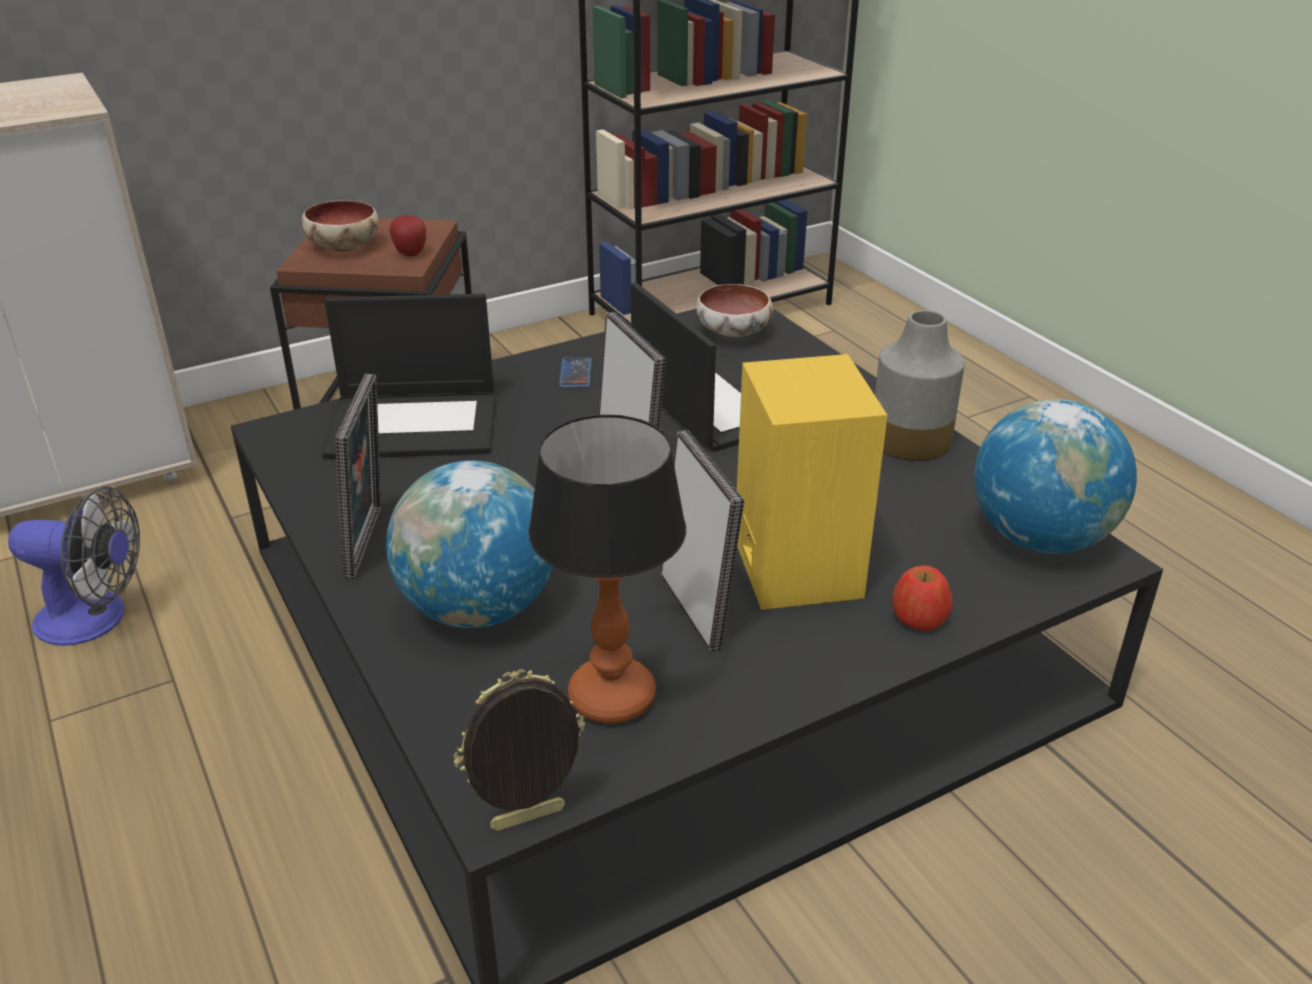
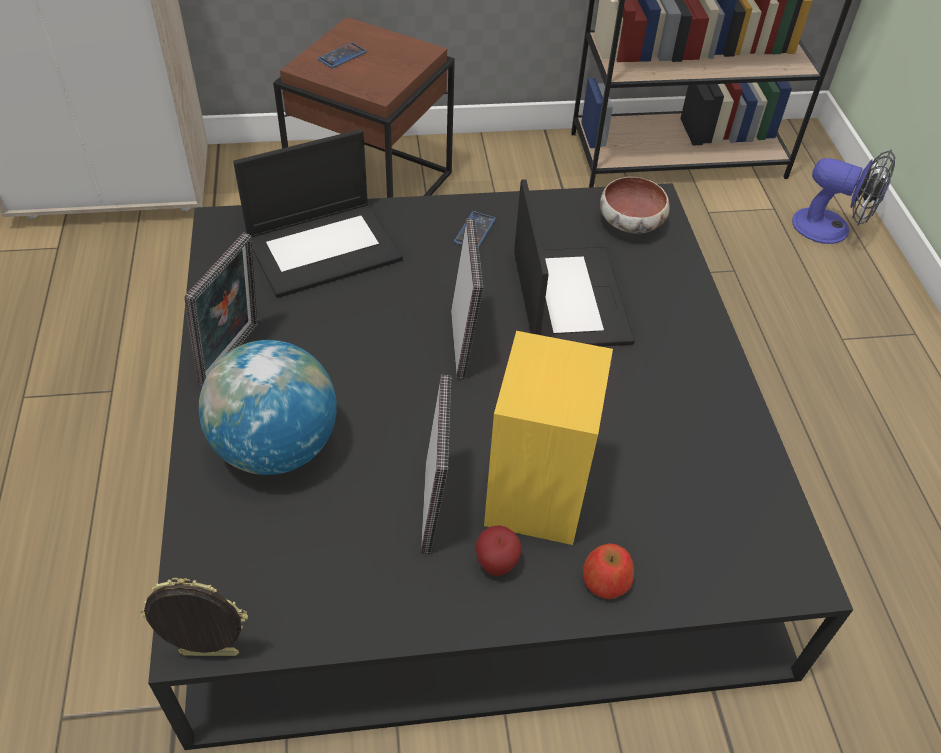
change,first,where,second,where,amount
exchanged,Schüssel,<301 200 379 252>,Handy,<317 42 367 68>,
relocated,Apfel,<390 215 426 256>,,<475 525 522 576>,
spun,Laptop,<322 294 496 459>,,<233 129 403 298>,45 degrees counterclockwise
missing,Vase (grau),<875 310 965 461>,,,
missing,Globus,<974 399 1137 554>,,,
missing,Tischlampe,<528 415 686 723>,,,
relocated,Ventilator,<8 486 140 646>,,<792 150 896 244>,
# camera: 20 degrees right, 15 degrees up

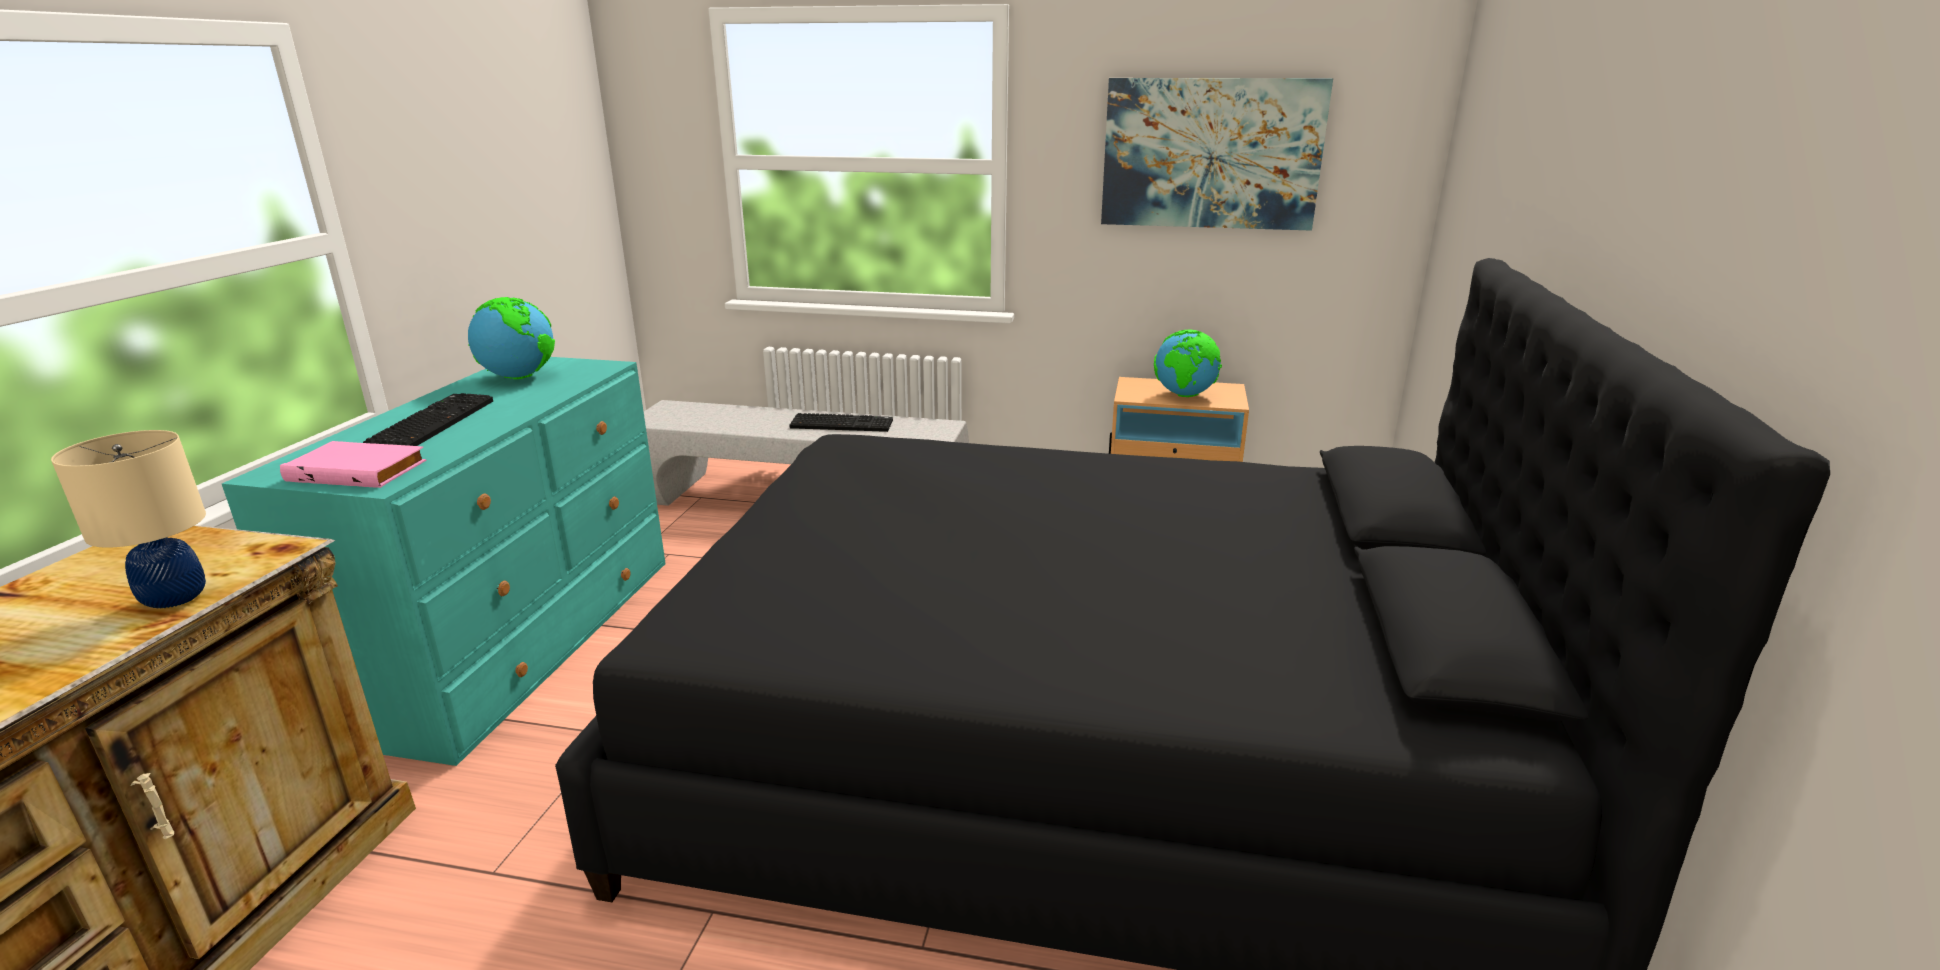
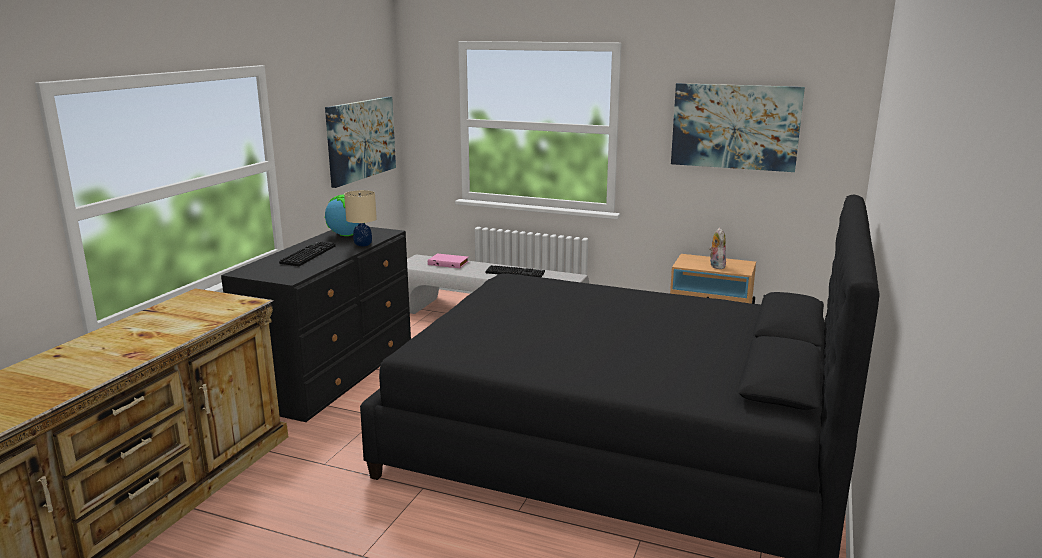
change,first,where,second,where,amount
exchanged,Globus,<1154 330 1222 397>,Plüschtier,<709 228 726 269>,
colour,Kommode (türkis),<222 357 666 766>,Kommode (schwarz),<221 227 411 422>,
relocated,Tischlampe (beige),<51 430 206 608>,,<344 190 377 246>,
relocated,Buch (rosa),<280 441 427 488>,,<428 253 469 268>,
appeared,,,Bild,<325 97 396 188>,
# camera: 10 degrees right, 5 degrees down

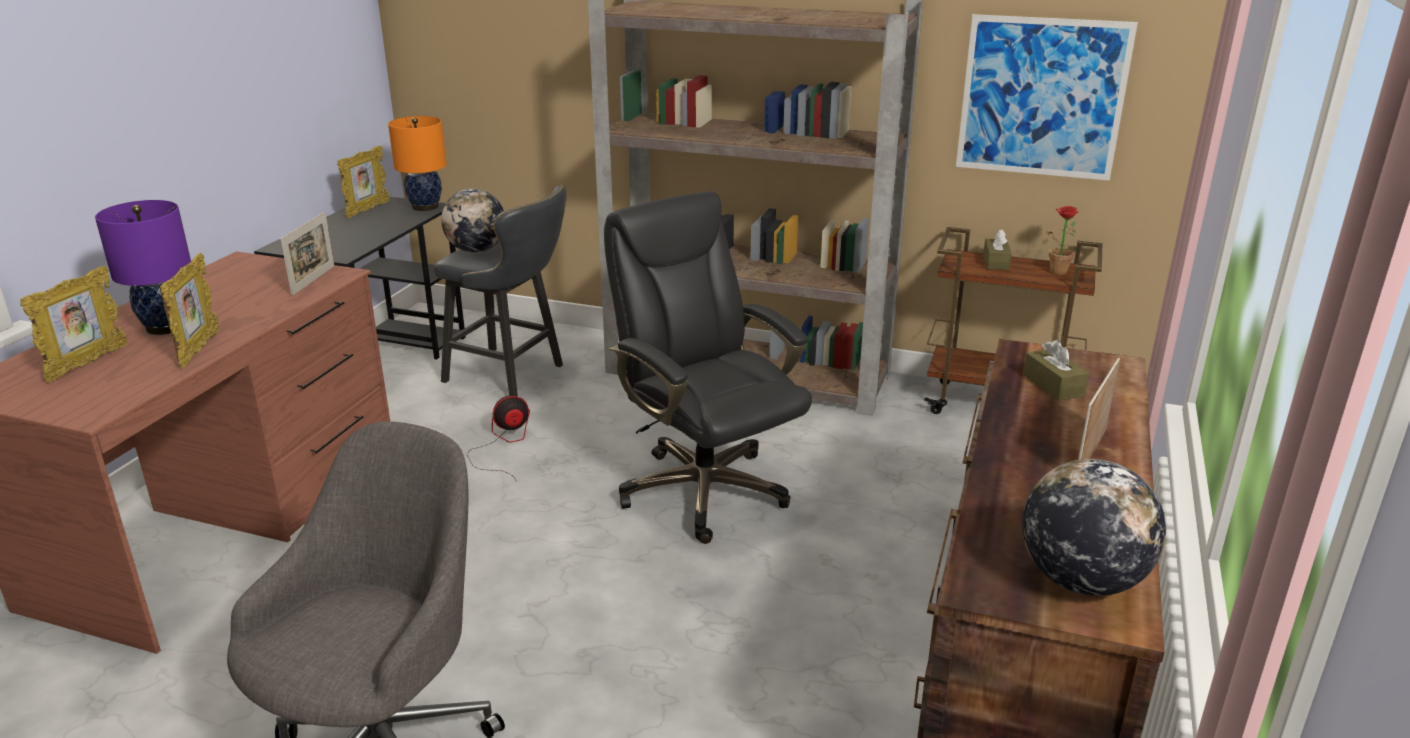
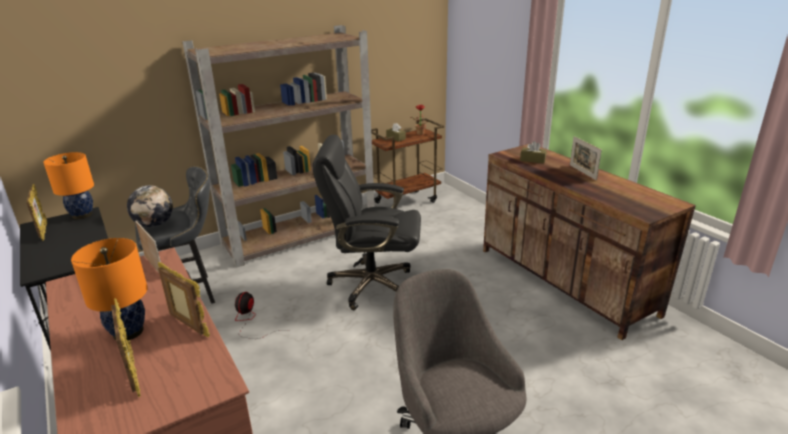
change,first,where,second,where,amount
missing,Bild,<956 14 1138 181>,,,
colour,Tischlampe (lila),<95 200 191 335>,Tischlampe (orange),<71 238 148 340>,
missing,Globus,<1022 459 1166 596>,,,
# camera: 50 degrees left, 0 degrees up

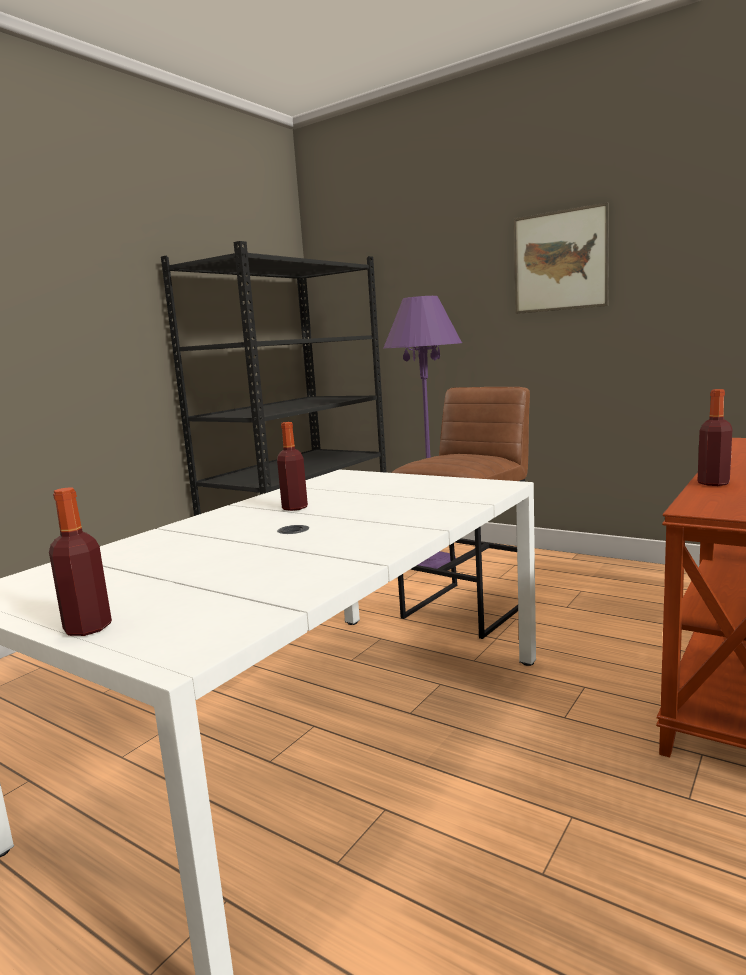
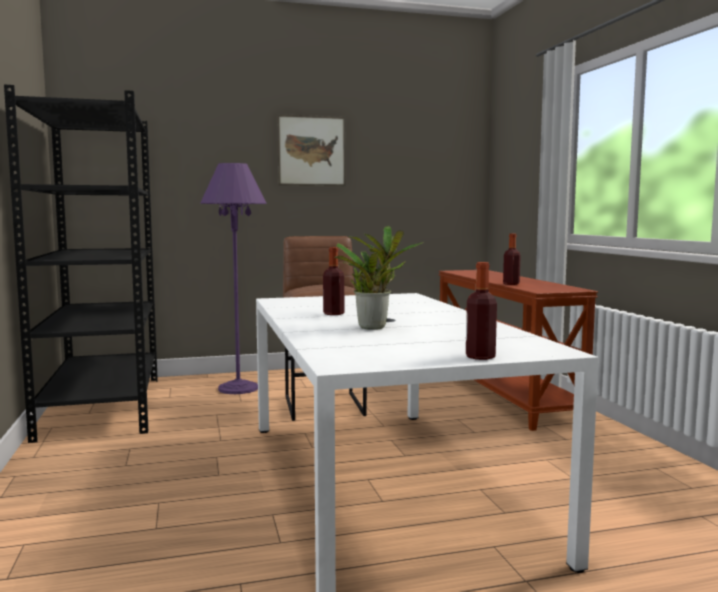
change,first,where,second,where,amount
appeared,,,Topfpflanze,<334 226 424 330>,
# camera: 50 degrees left, 5 degrees down

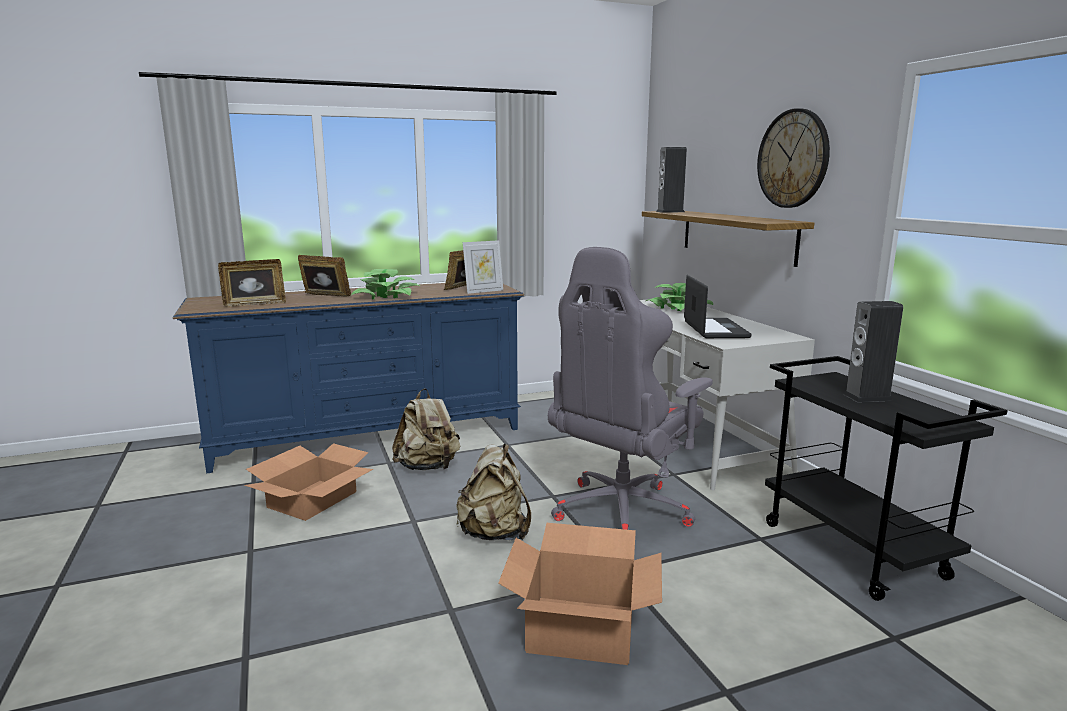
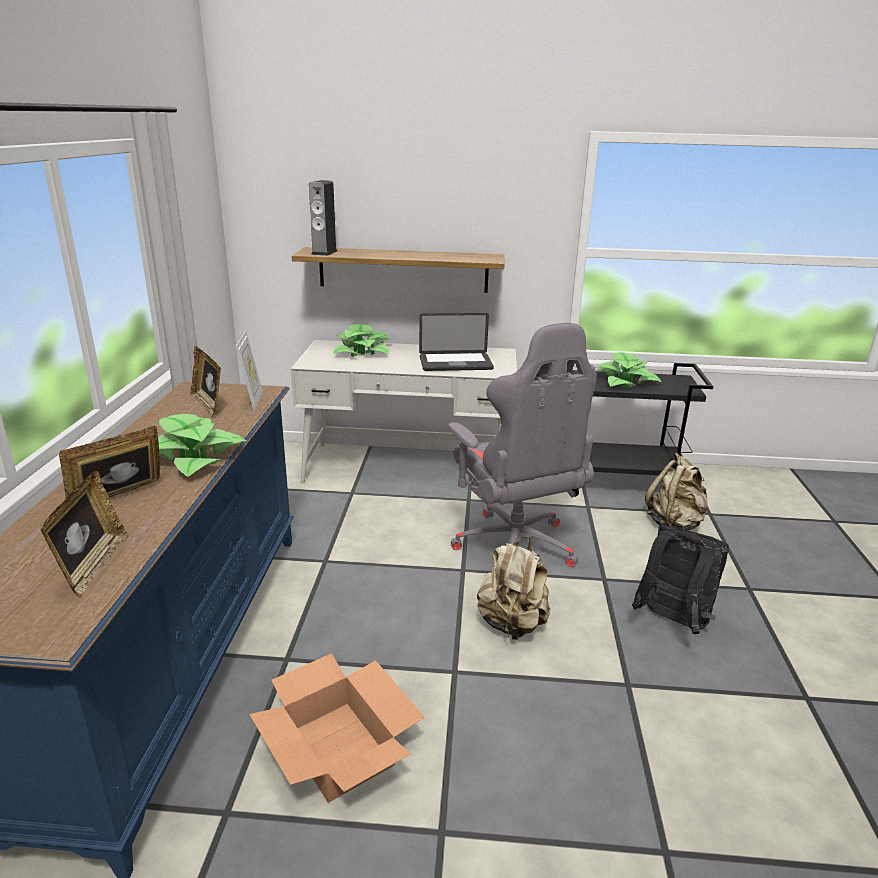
change,first,where,second,where,amount
missing,Wanduhr,<757 108 830 208>,,,
spun,Laptop,<684 275 752 338>,,<419 313 494 371>,150 degrees clockwise
exchanged,Lautsprecher,<843 301 903 402>,Topfpflanze,<597 353 661 388>,
relocated,Rucksack (beige),<392 388 460 470>,,<645 453 708 530>,
exchanged,Karton,<498 523 662 665>,Rucksack (schwarz),<632 525 729 634>,
# camera: 65 degrees left, 10 degrees up

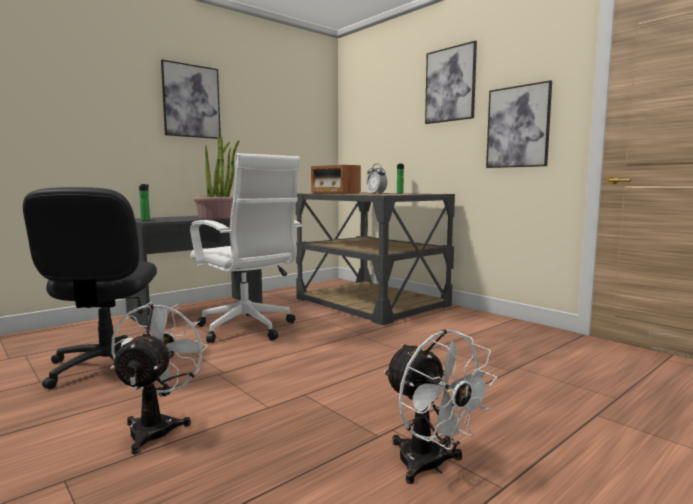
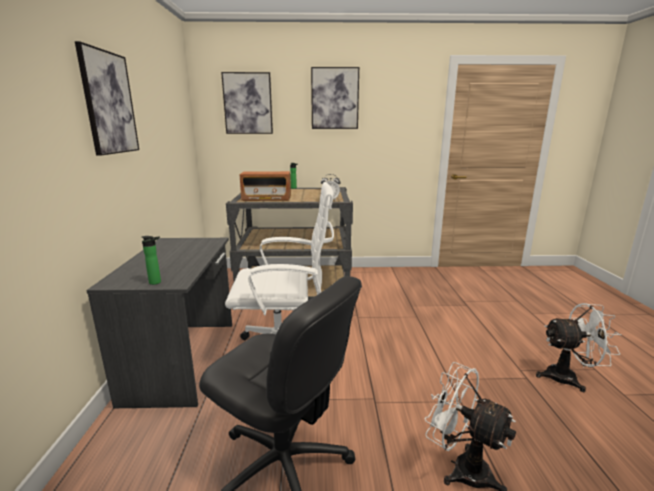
change,first,where,second,where,amount
relocated,Bild,<486 80 552 168>,,<221 72 273 134>,
missing,Topfpflanze,<194 136 239 219>,,,
# camera: 50 degrees left, 10 degrees up

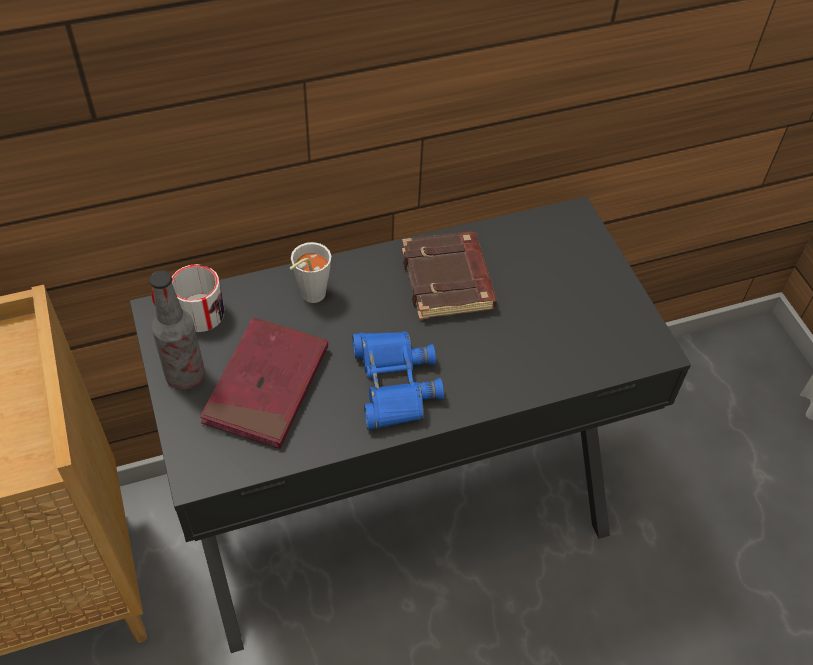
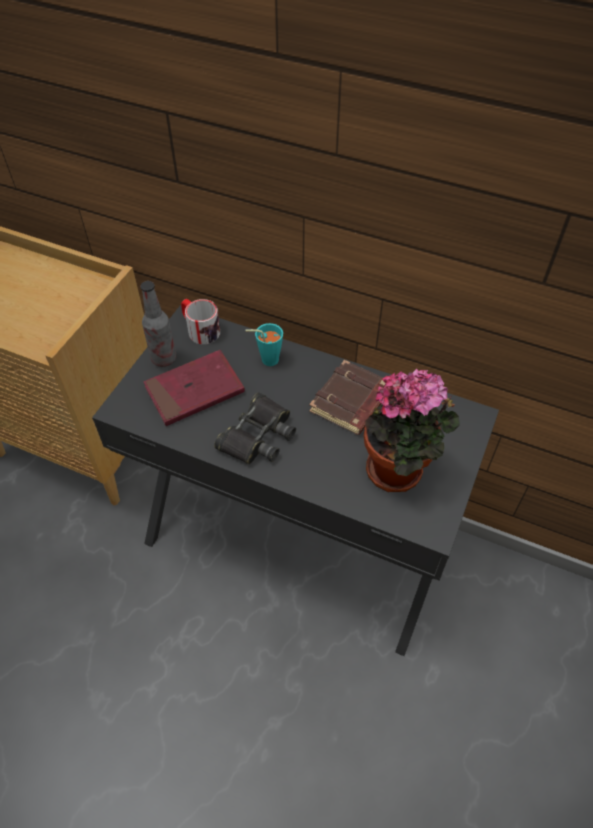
change,first,where,second,where,amount
colour,Tasse (grau),<290 242 331 303>,Tasse (türkis),<246 323 283 366>,
colour,Fernglas (blau),<352 331 444 430>,Fernglas (schwarz),<214 392 296 464>,
appeared,,,Topfpflanze,<364 369 460 492>,
# camera: 45 degrees right, 0 degrees up

